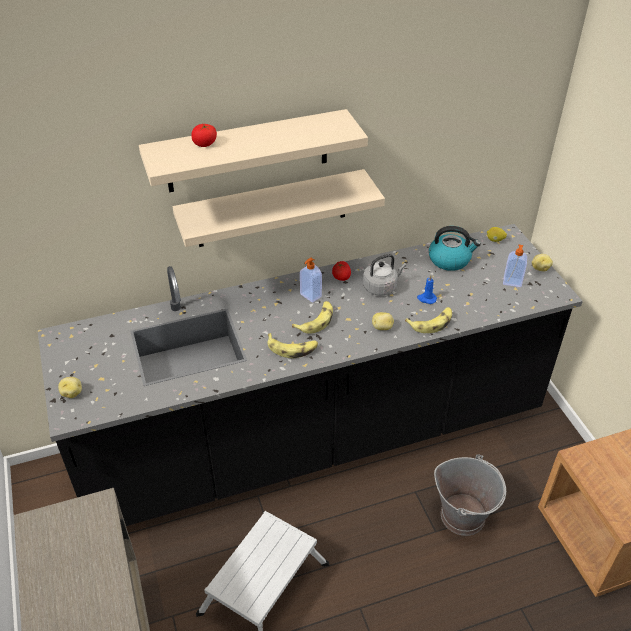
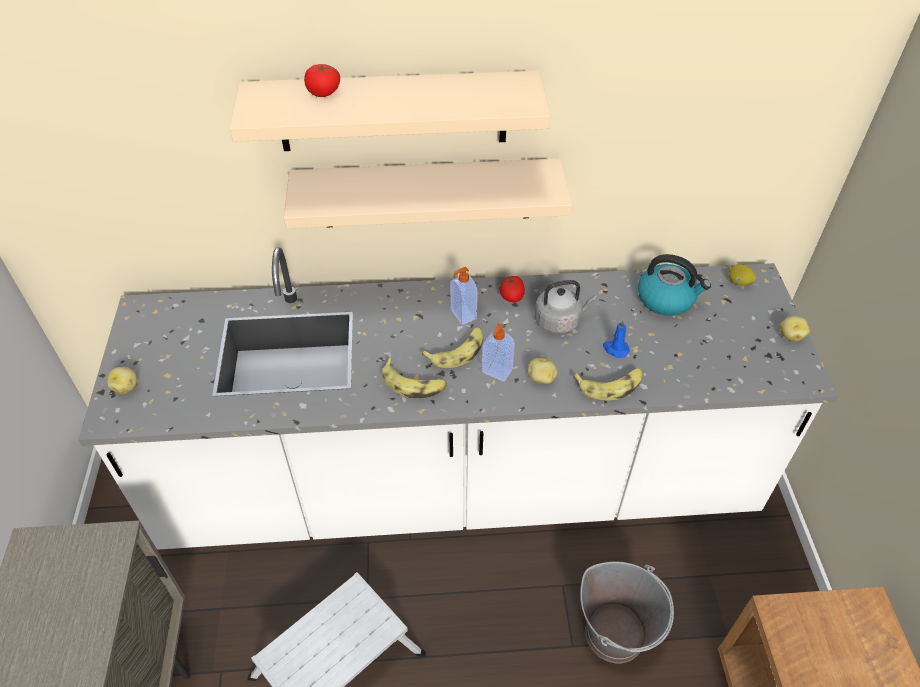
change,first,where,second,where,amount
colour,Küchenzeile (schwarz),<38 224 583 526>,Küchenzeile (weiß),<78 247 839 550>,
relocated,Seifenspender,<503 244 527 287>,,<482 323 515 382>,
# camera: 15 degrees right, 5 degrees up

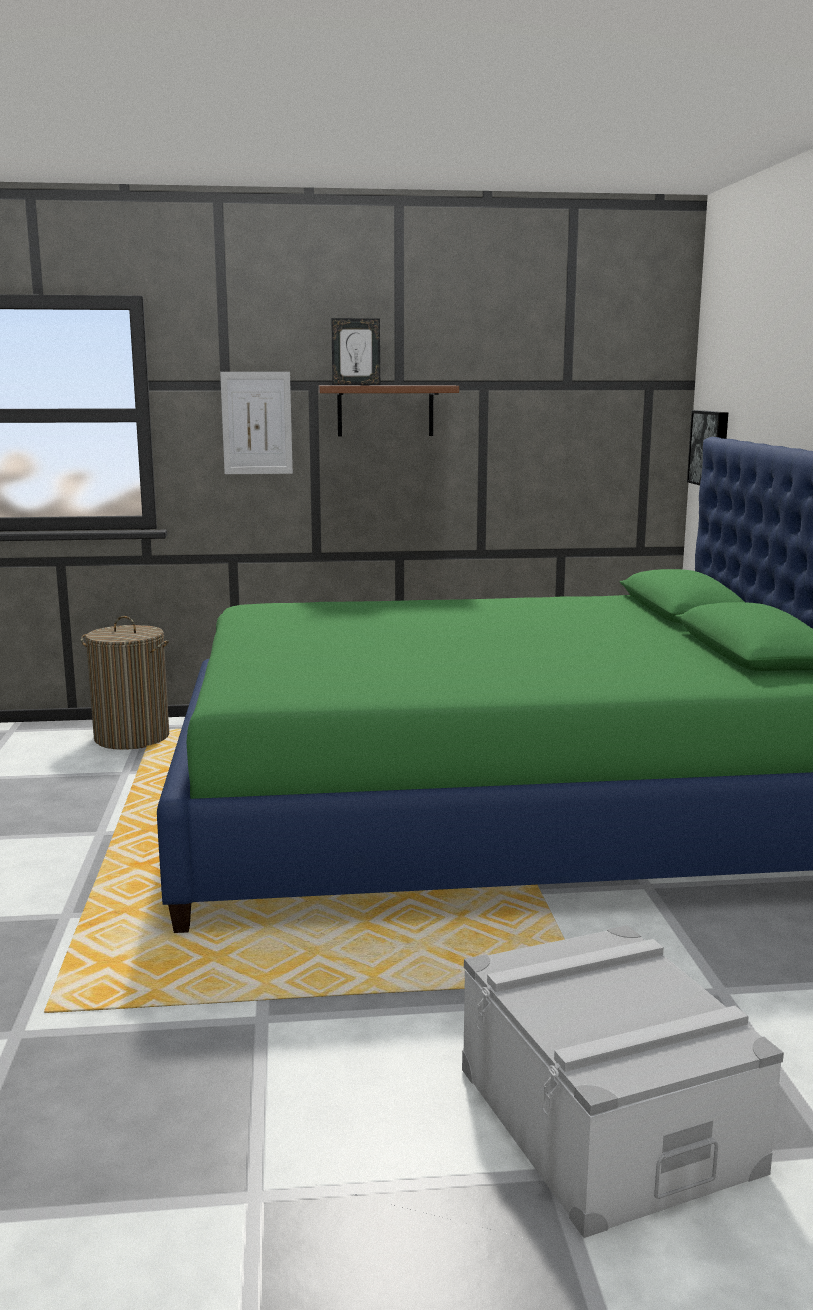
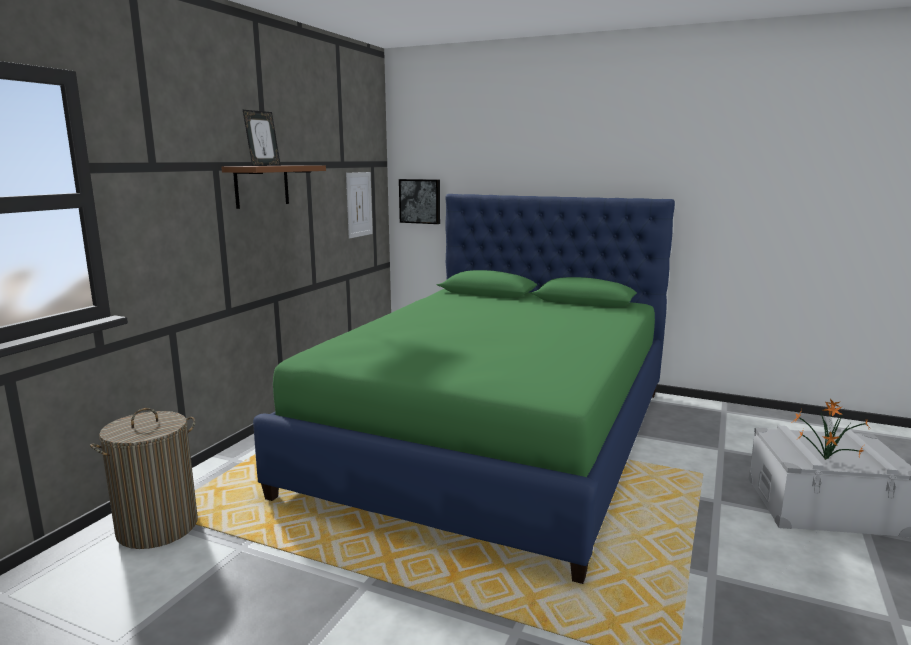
change,first,where,second,where,amount
relocated,Bild,<220 372 293 474>,,<346 172 373 238>,
appeared,,,Topfpflanze,<791 398 870 460>,
# camera: 60 degrees left, 0 degrees up

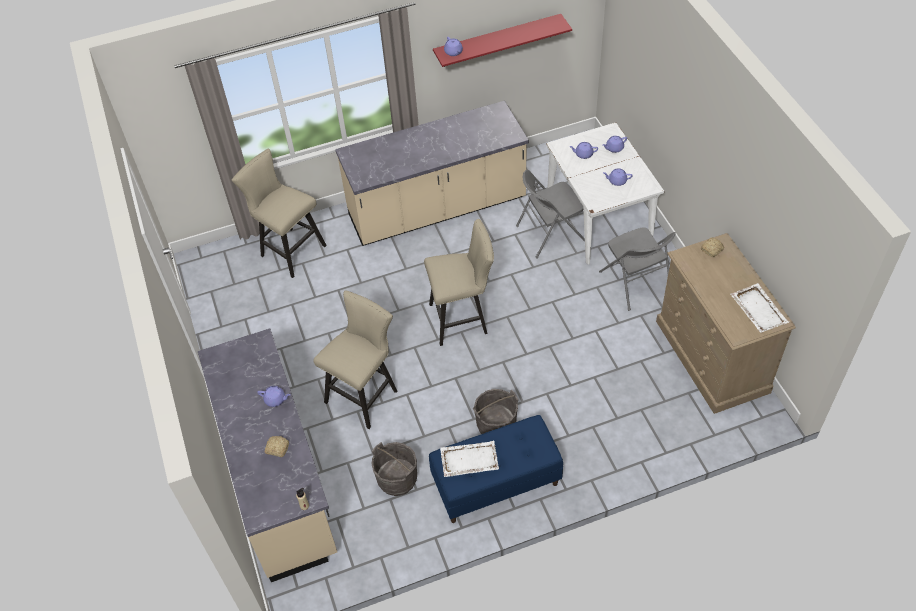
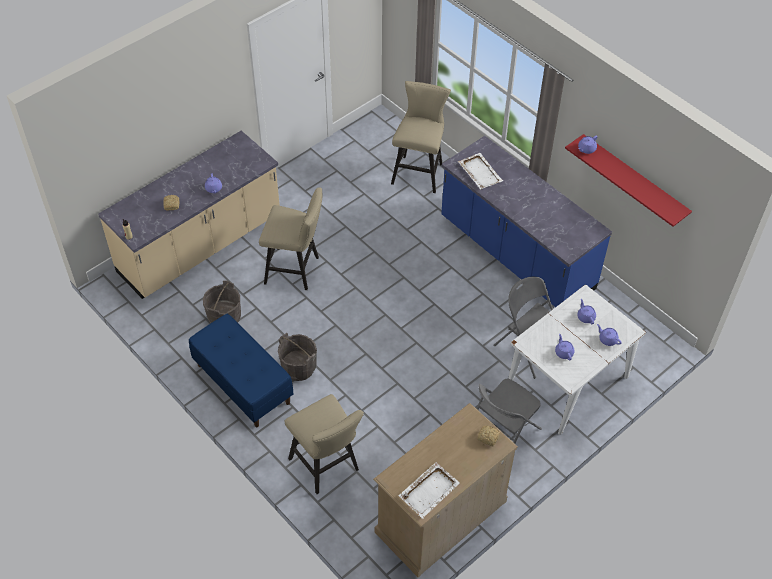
change,first,where,second,where,amount
colour,Küchenzeile (beige),<335 101 529 246>,Küchenzeile (blau),<441 136 612 307>,
relocated,Hocker (beige),<424 219 494 346>,,<284 394 364 494>,
relocated,Tablett (weiß),<440 440 499 477>,,<458 153 504 189>,
# camera: 65 degrees right, 0 degrees up

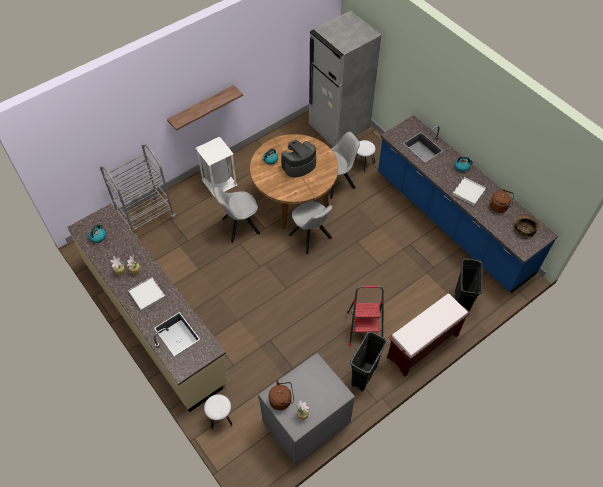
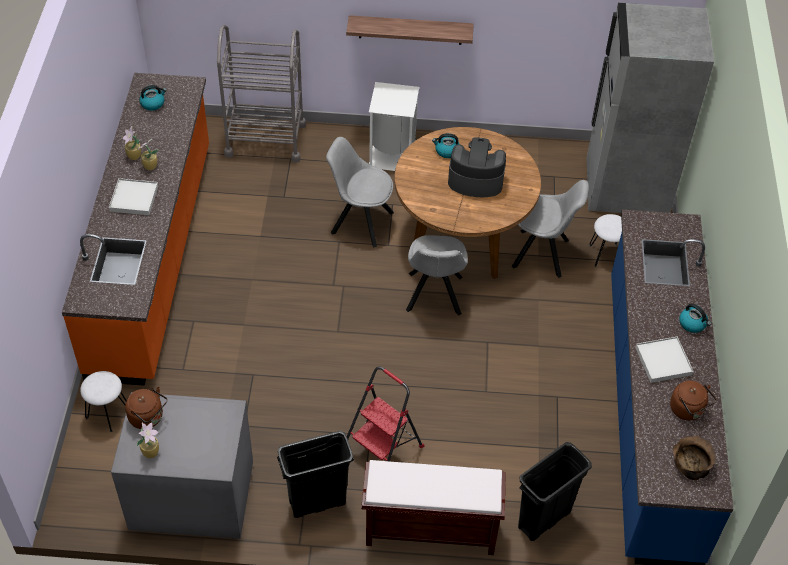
change,first,where,second,where,amount
colour,Küchenzeile (beige),<67 203 228 412>,Küchenzeile (orange),<62 73 209 386>,
# camera: 40 degrees right, 5 degrees down

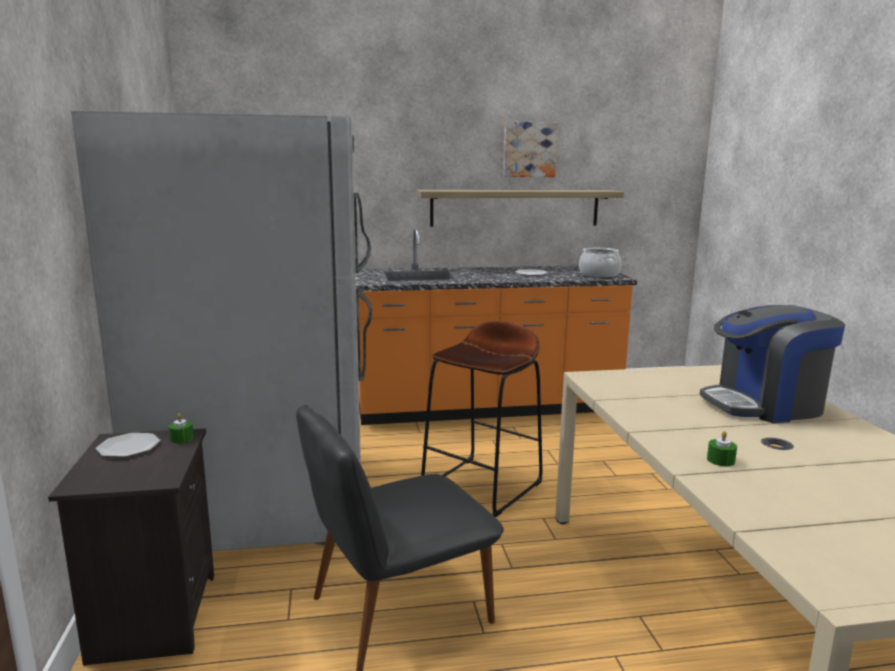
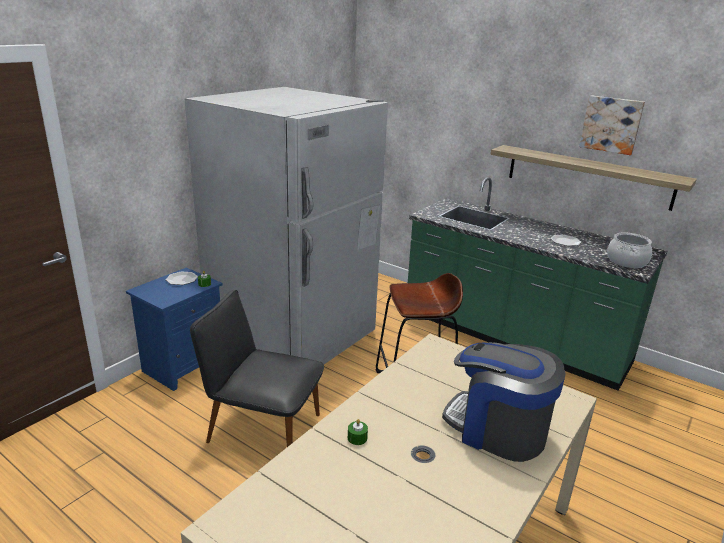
change,first,where,second,where,amount
colour,Küchenzeile (orange),<355 228 637 425>,Küchenzeile (grün),<408 177 668 391>,
colour,Nachttisch (schwarz),<48 428 214 666>,Nachttisch (blau),<126 268 223 391>,
# camera: 45 degrees right, 10 degrees up

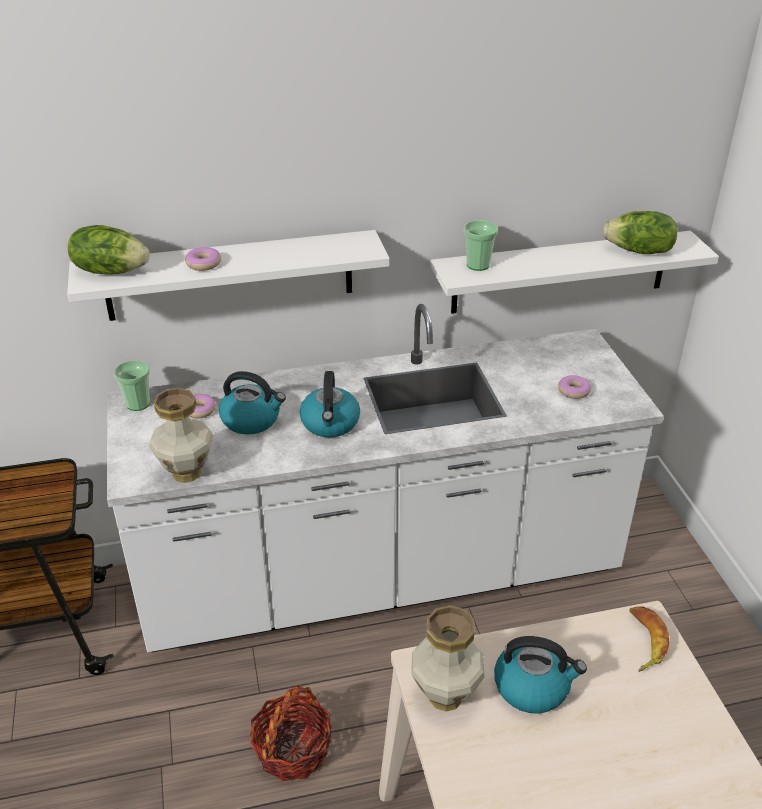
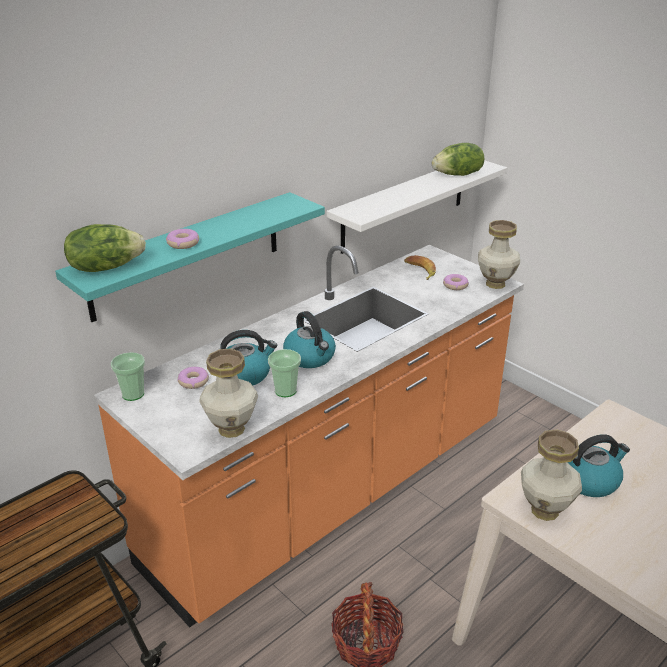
change,first,where,second,where,amount
relocated,Tasse,<463 220 498 271>,,<268 349 301 397>,
colour,Wandregal (weiß),<67 230 390 321>,Wandregal (türkis),<55 192 325 322>,
colour,Küchenzeile (weiß),<107 304 664 652>,Küchenzeile (orange),<94 245 524 628>,
relocated,Banane,<629 606 669 672>,,<404 255 436 280>,
appeared,,,Vase,<478 220 520 289>,
# camera: 30 degrees left, 5 degrees down

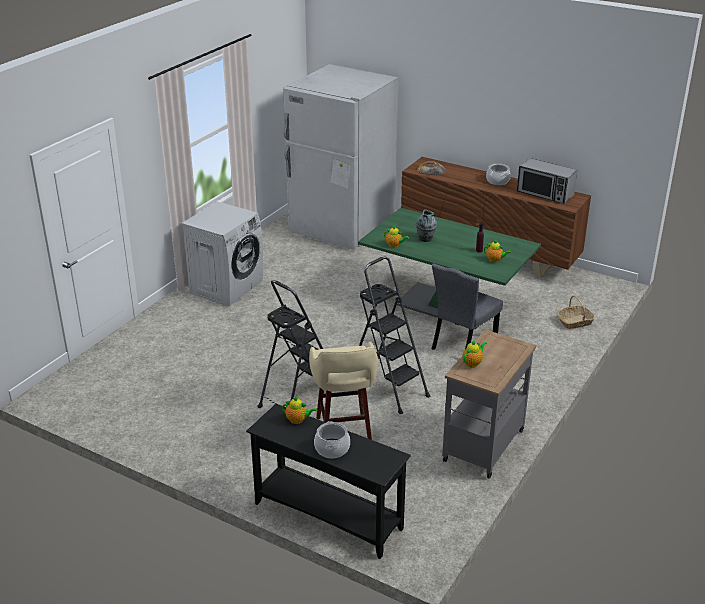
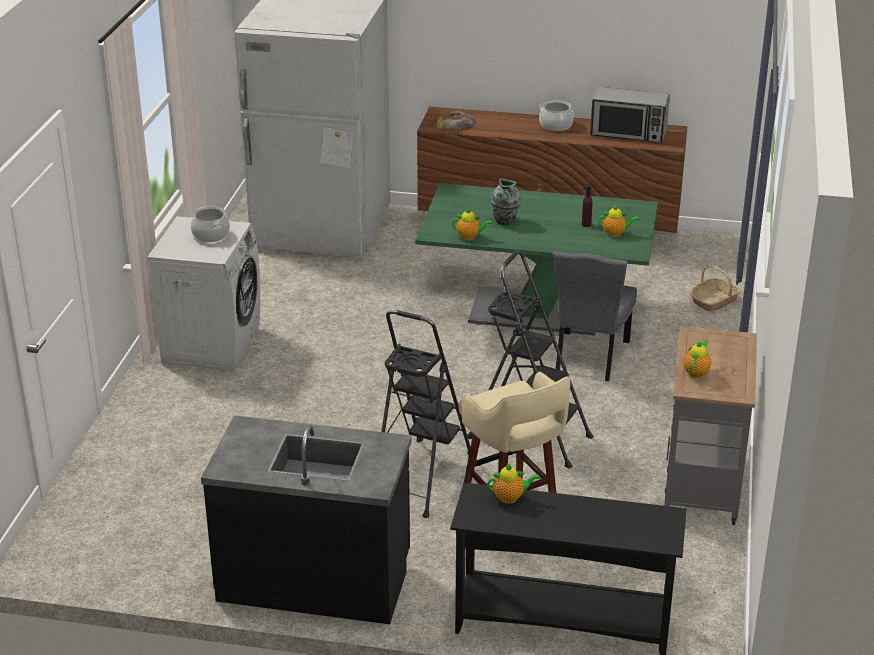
change,first,where,second,where,amount
relocated,Kochtopf,<314 421 350 458>,,<191 206 230 242>,
appeared,,,Küchenzeile (schwarz),<201 416 412 624>,
# camera: 20 degrees left, 0 degrees up

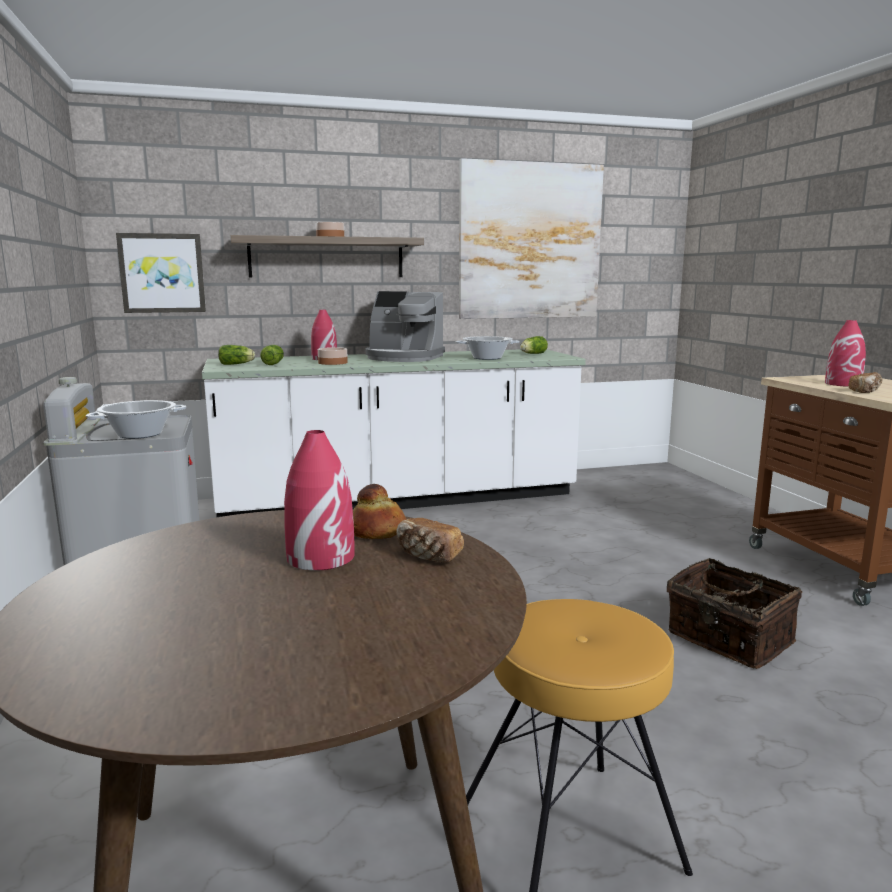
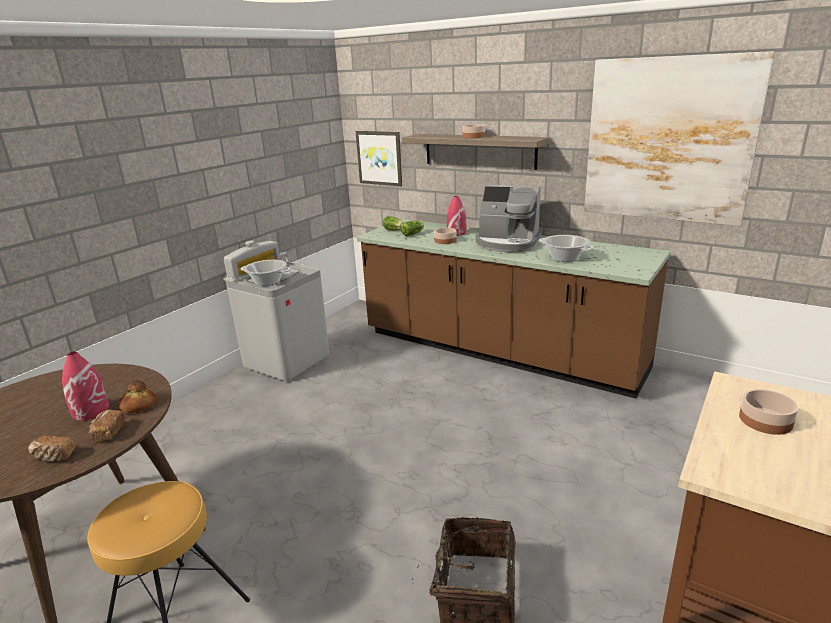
change,first,where,second,where,amount
spun,Kaffeemaschine,<366 291 445 362>,,<475 185 541 252>,45 degrees counterclockwise
exchanged,Vase (rot),<825 320 866 387>,Schüssel,<739 389 798 435>,
missing,Salatkopf,<520 336 548 354>,,,
colour,Küchenzeile (weiß),<202 349 586 517>,Küchenzeile (braun),<357 219 671 399>,
relocated,Brot,<849 372 882 393>,,<28 436 75 461>,
# camera: 50 degrees right, 10 degrees up

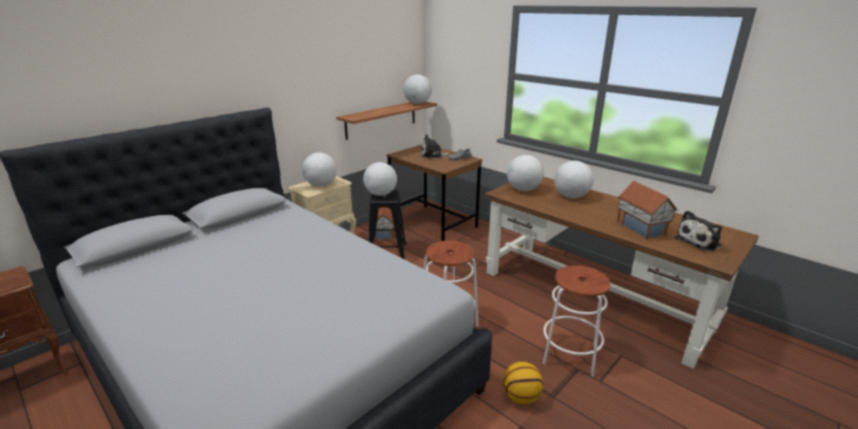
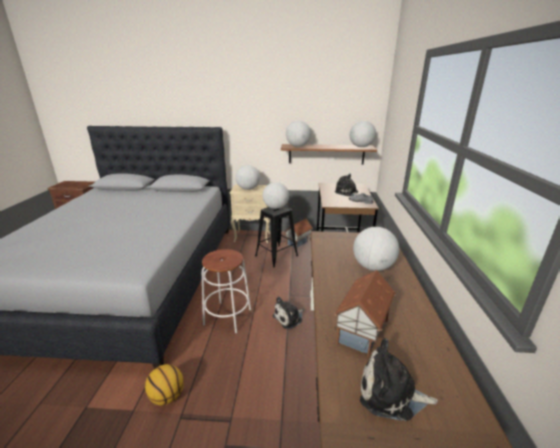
change,first,where,second,where,amount
relocated,Globus,<507 155 544 191>,,<286 120 311 147>,
missing,Hocker (weiß),<543 265 611 376>,,,
appeared,,,Plüschtier,<273 297 304 329>,
# camera: 50 degrees right, 0 degrees up

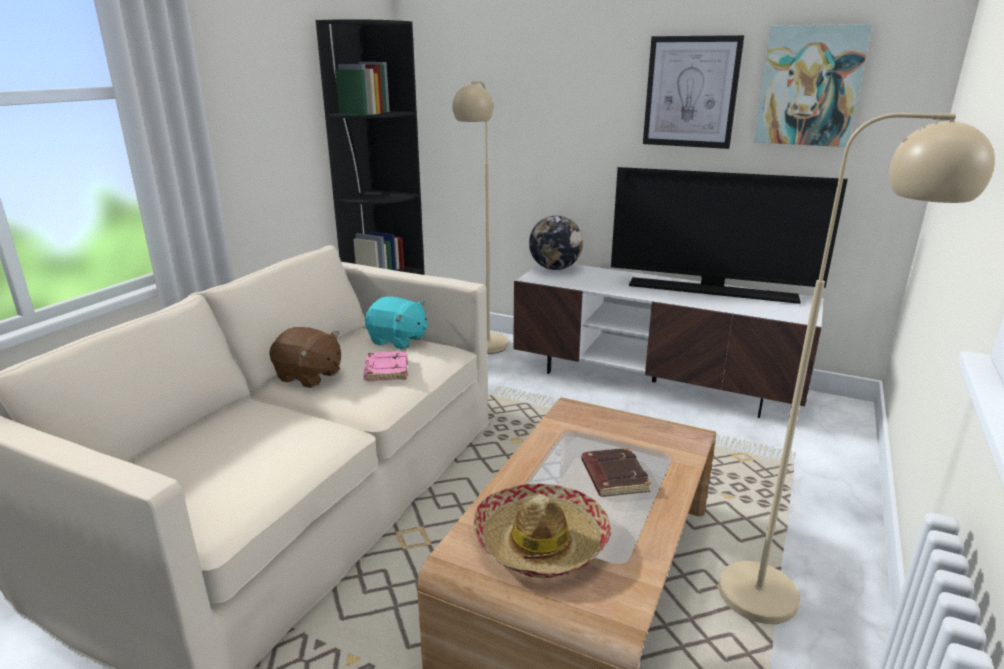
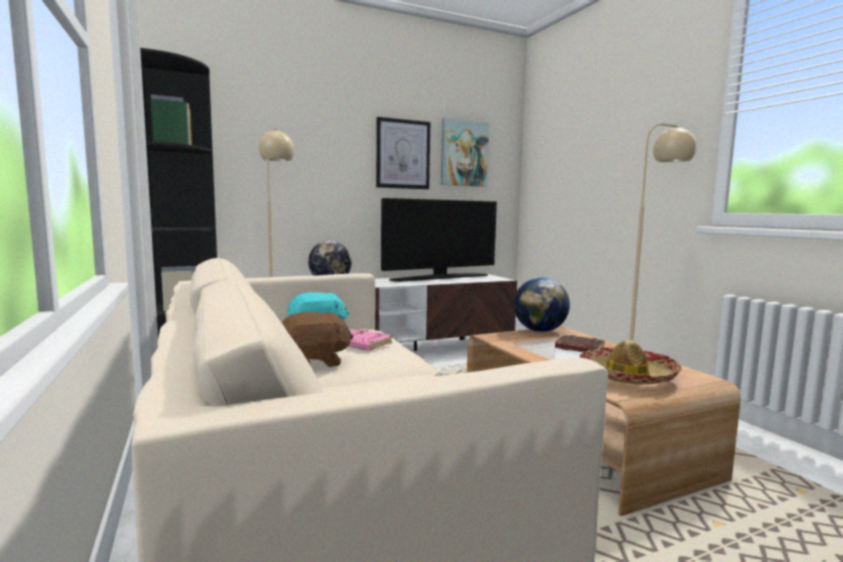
change,first,where,second,where,amount
appeared,,,Globus,<514 277 570 332>,
# camera: 50 degrees left, 15 degrees down

